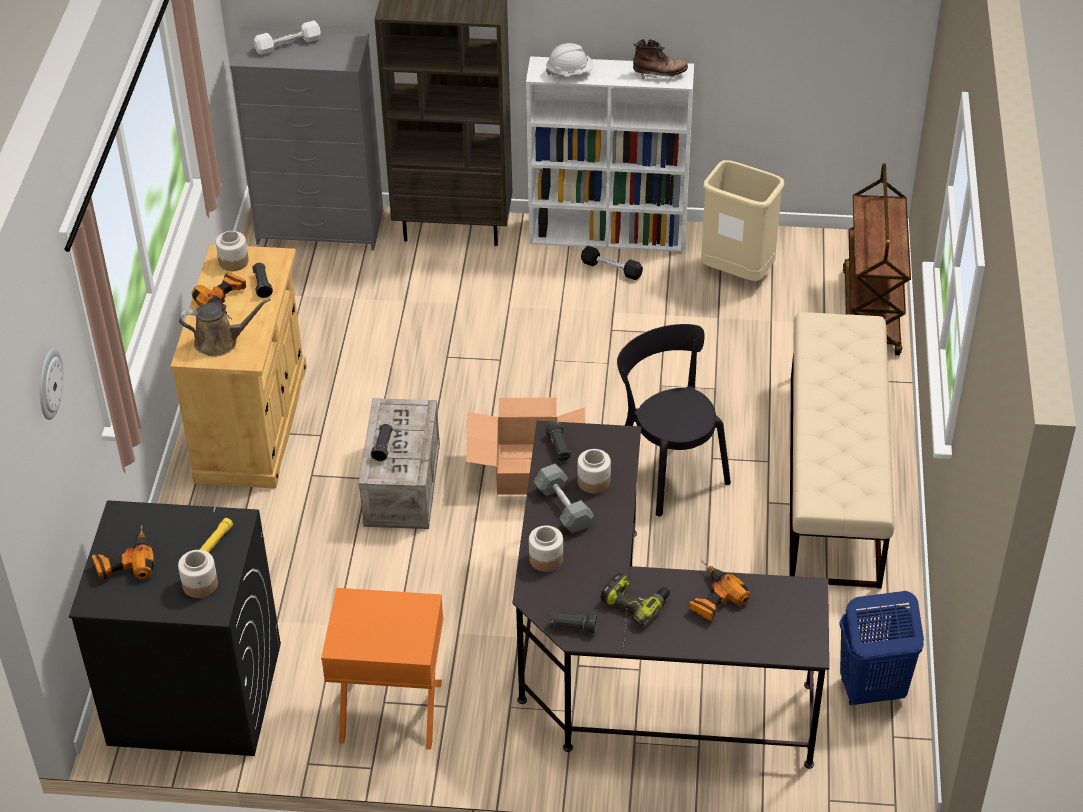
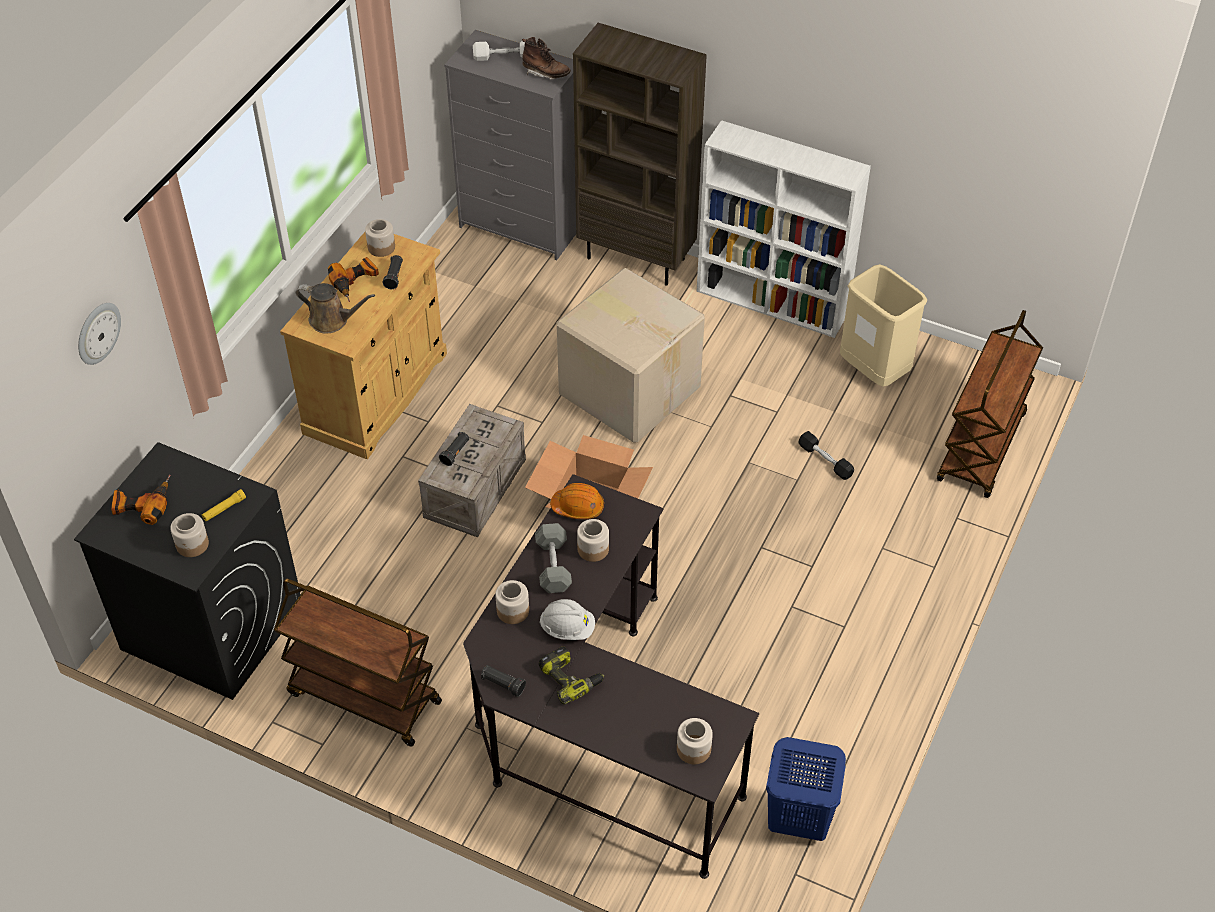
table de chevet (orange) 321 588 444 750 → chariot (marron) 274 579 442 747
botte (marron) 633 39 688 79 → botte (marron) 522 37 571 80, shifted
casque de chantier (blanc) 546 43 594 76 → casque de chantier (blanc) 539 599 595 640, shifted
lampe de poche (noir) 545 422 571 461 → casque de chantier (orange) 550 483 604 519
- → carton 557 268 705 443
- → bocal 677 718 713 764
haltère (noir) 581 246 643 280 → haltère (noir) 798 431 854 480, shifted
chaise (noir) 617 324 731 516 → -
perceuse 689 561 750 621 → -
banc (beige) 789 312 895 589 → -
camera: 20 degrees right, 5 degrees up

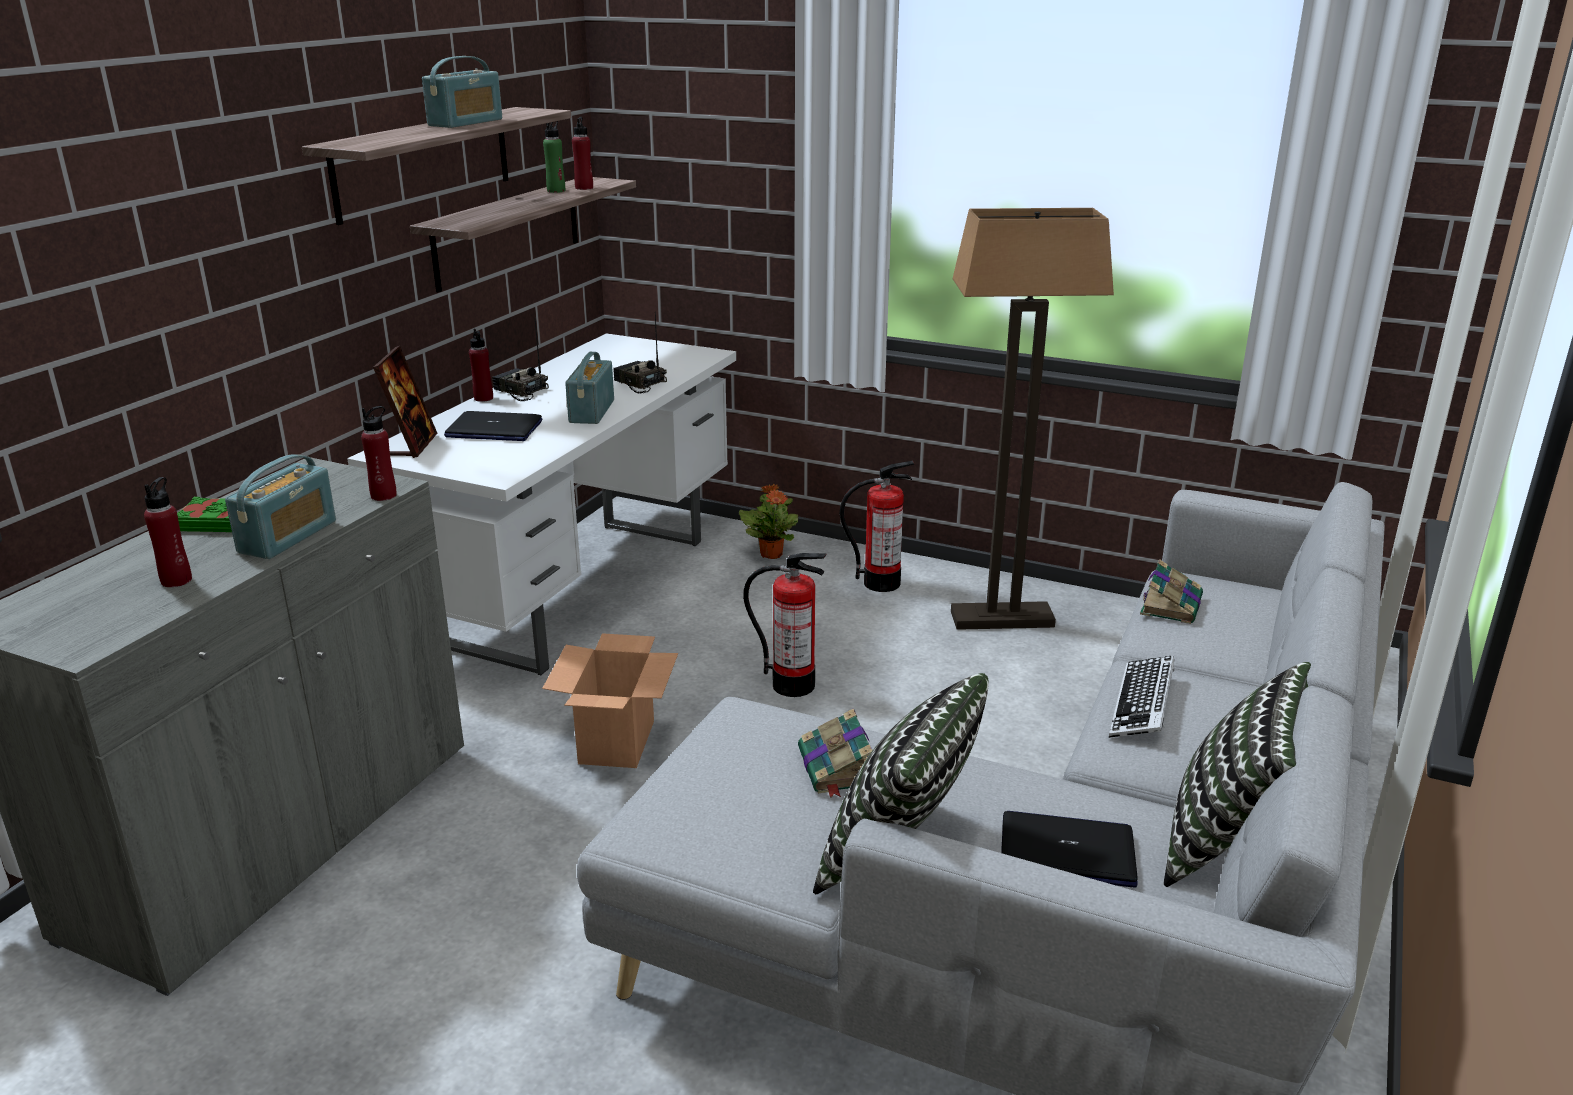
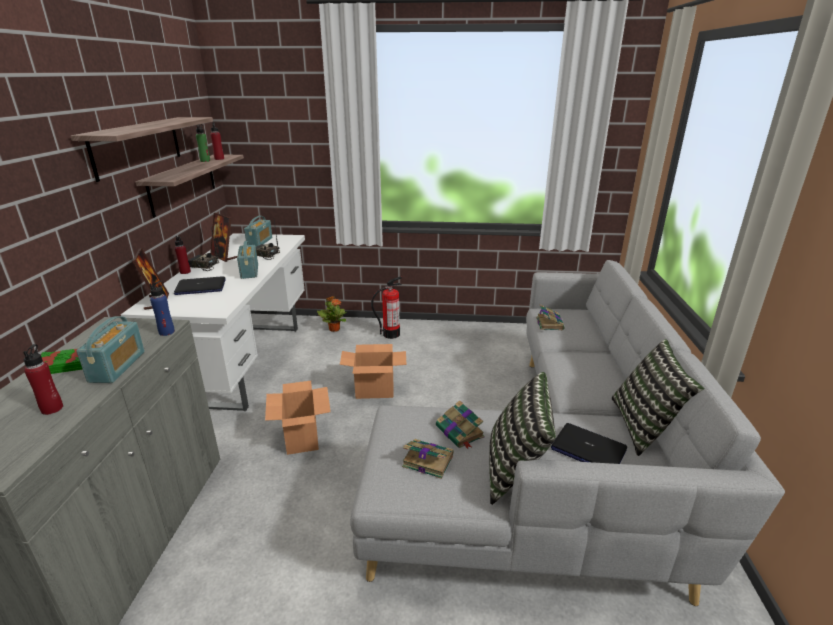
bouteille (rouge) 361 406 397 501 → bouteille (bleu) 149 281 175 336
- → cadre photo 210 213 237 262
radio 422 56 502 128 → radio 244 216 273 246, shifted
extincteur 743 553 827 697 → carton 340 344 407 399
- → livre 402 439 454 479
ordinateur portable 1001 811 1138 887 → ordinateur portable 551 423 627 464, 135 degrees counterclockwise
lampadaire 951 208 1114 630 → -
clavier 1109 656 1175 738 → -
camera: 20 degrees left, 0 degrees up

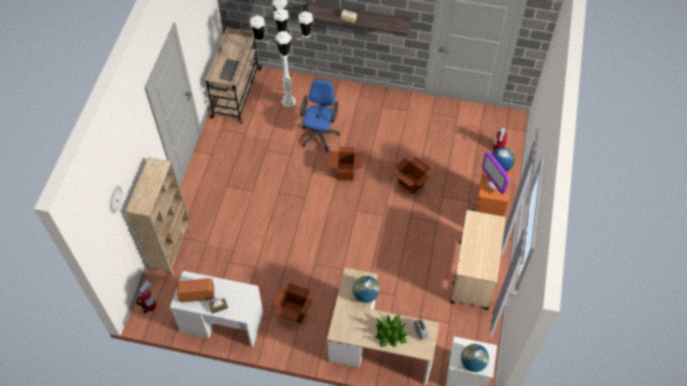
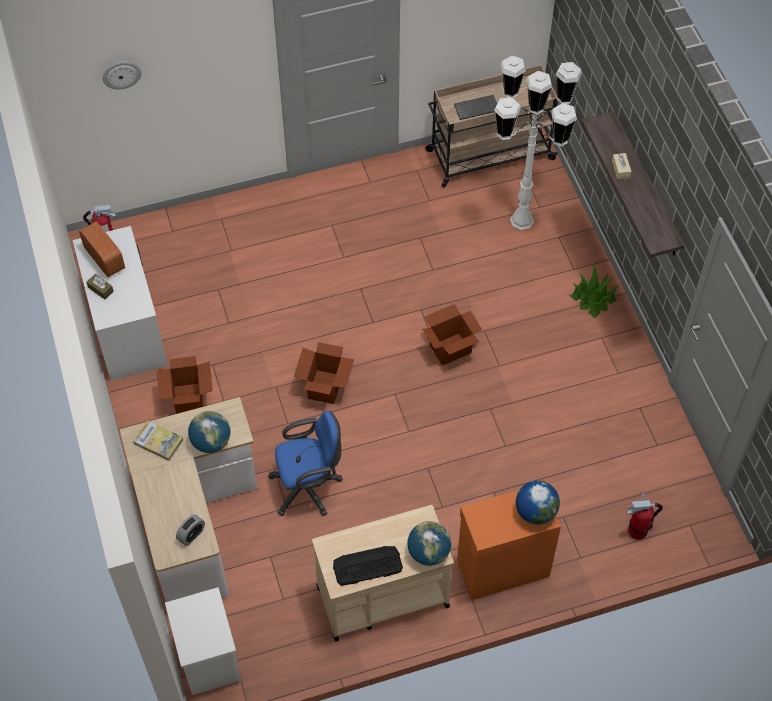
- → livre 133 420 183 461
chaise de bureau (bleu) 300 79 340 152 → chaise de bureau (bleu) 268 411 343 516, shifted
carton 394 156 430 195 → carton 294 342 354 404, shifted
- → clavier 333 546 403 586
globe 461 344 489 372 → globe 407 521 451 566, shifted
plante en pot 375 314 408 347 → plante en pot 570 265 619 318, shifted
bibliothèque (beige) 125 157 192 276 → -
écran d'ordinateur 482 151 510 194 → -
camera: 60 degrees right, 0 degrees up

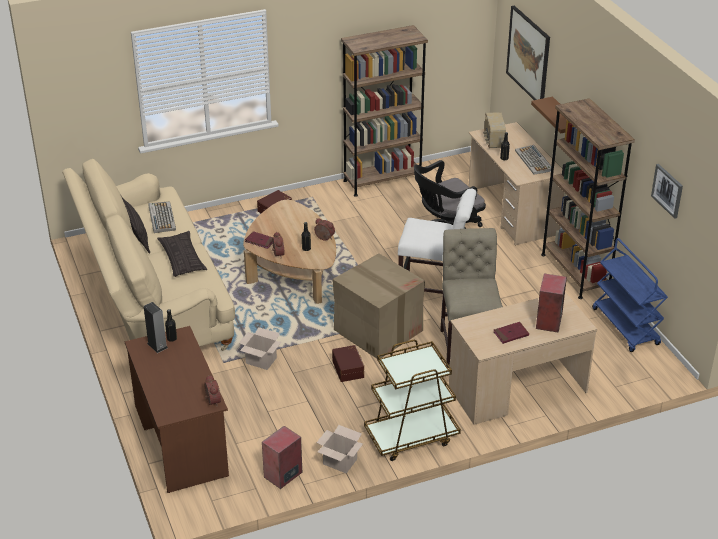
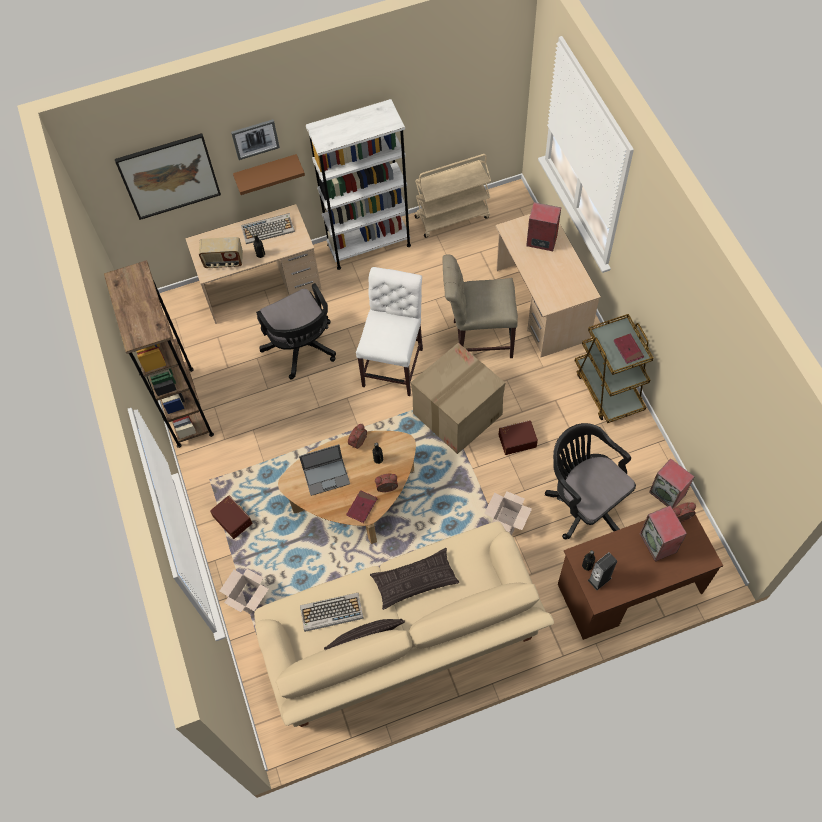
carton 316 425 363 473 → carton 220 569 269 614, shifted
tableau 651 164 683 219 → tableau 231 119 280 160, shifted
- → ordinateur portable 299 444 350 496
bibliothèque (marron) 541 98 635 299 → bibliothèque (blanc) 306 99 411 270
chariot (bleu) 592 238 668 352 → chariot (beige) 415 154 491 238
- → chaise de bureau (noir) 545 423 636 539
livre (rouge) 494 322 529 344 → livre (rouge) 614 333 644 364, shifted
- → enceinte 640 505 687 562
camera: 85 degrees left, 25 degrees up

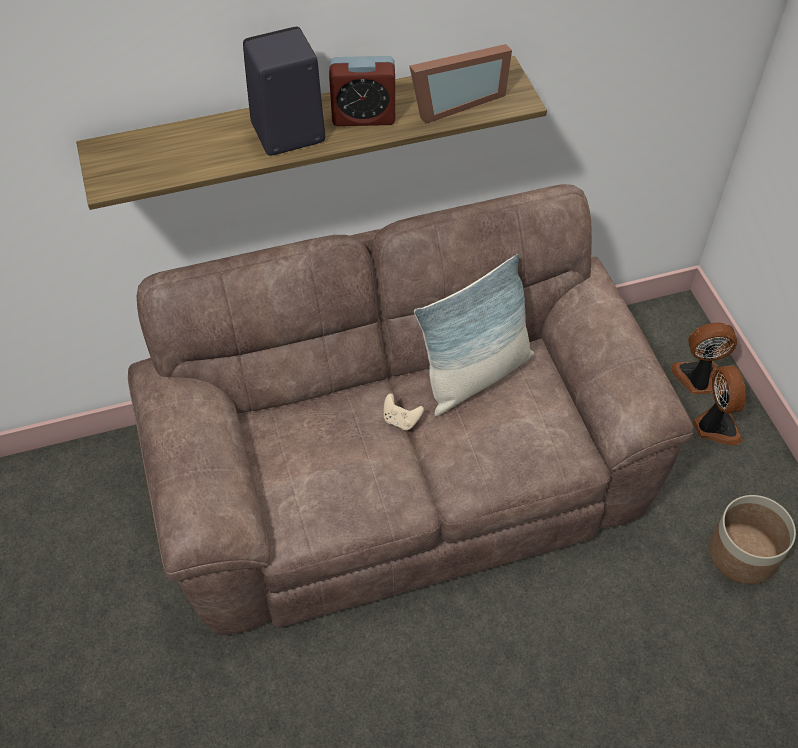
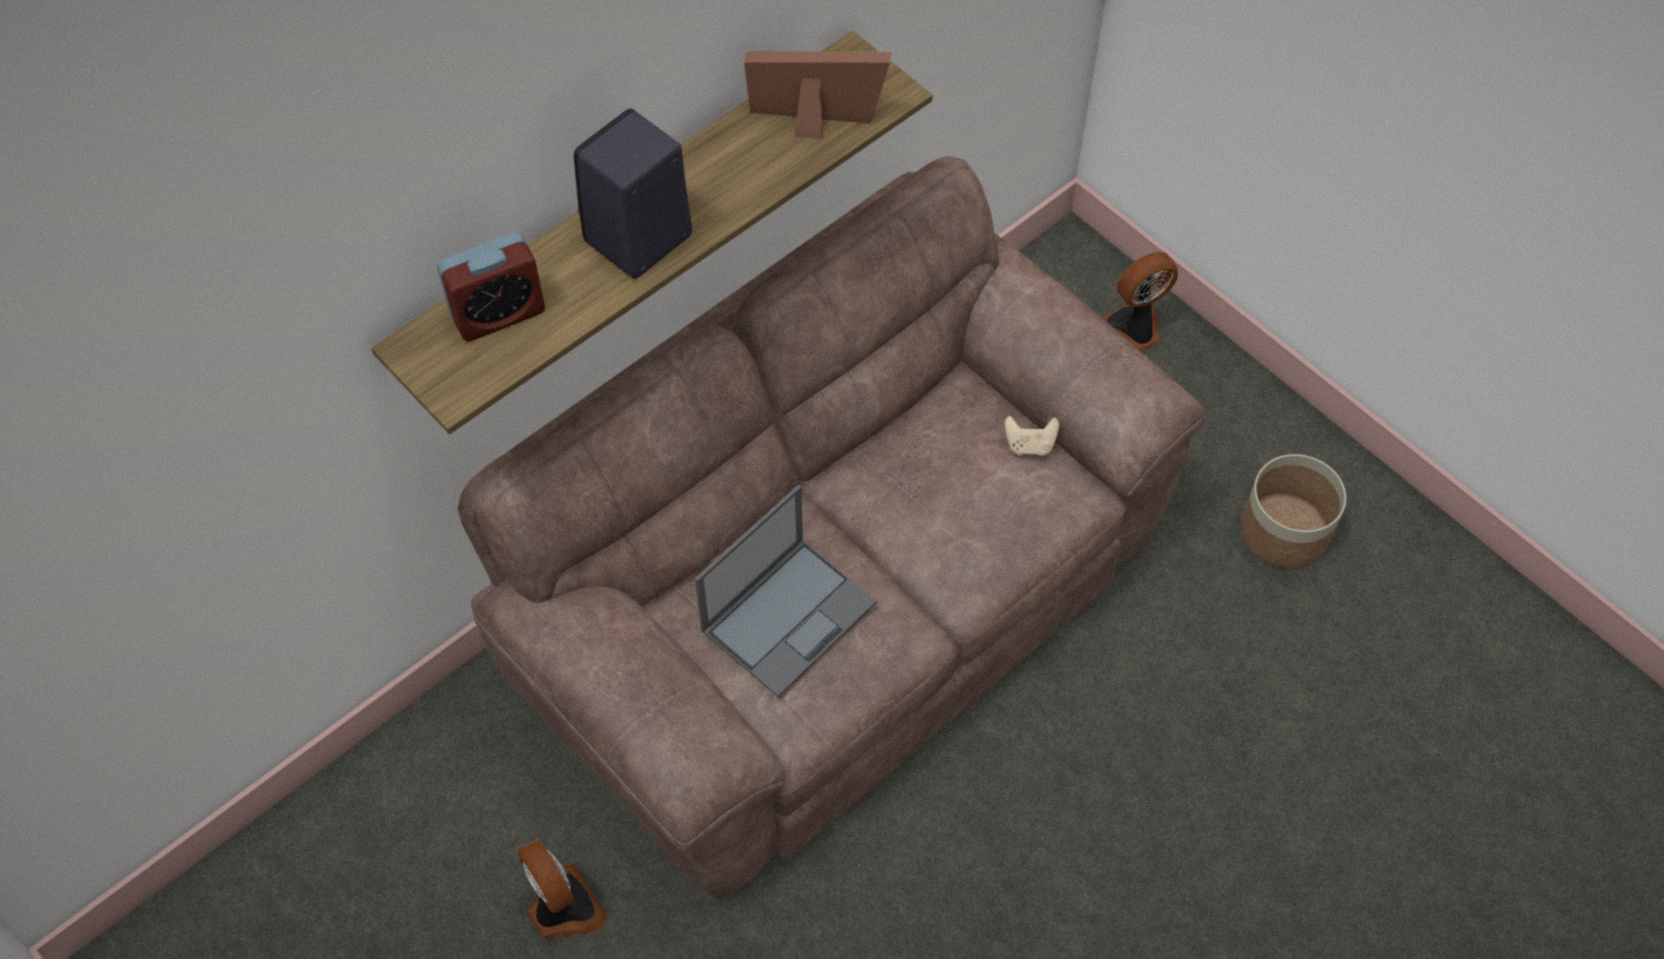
réveil 329 56 395 126 → réveil 437 232 545 342, shifted
ventilateur 693 366 746 446 → ventilateur 517 839 608 938, shifted
- → ordinateur portable 695 484 877 697
cadre photo 409 44 512 124 → cadre photo 744 51 892 139, 120 degrees counterclockwise
manette (beige) 384 393 424 430 → manette (beige) 1004 416 1059 456, shifted
coussin 414 254 534 416 → -
camera: 25 degrees left, 5 degrees up

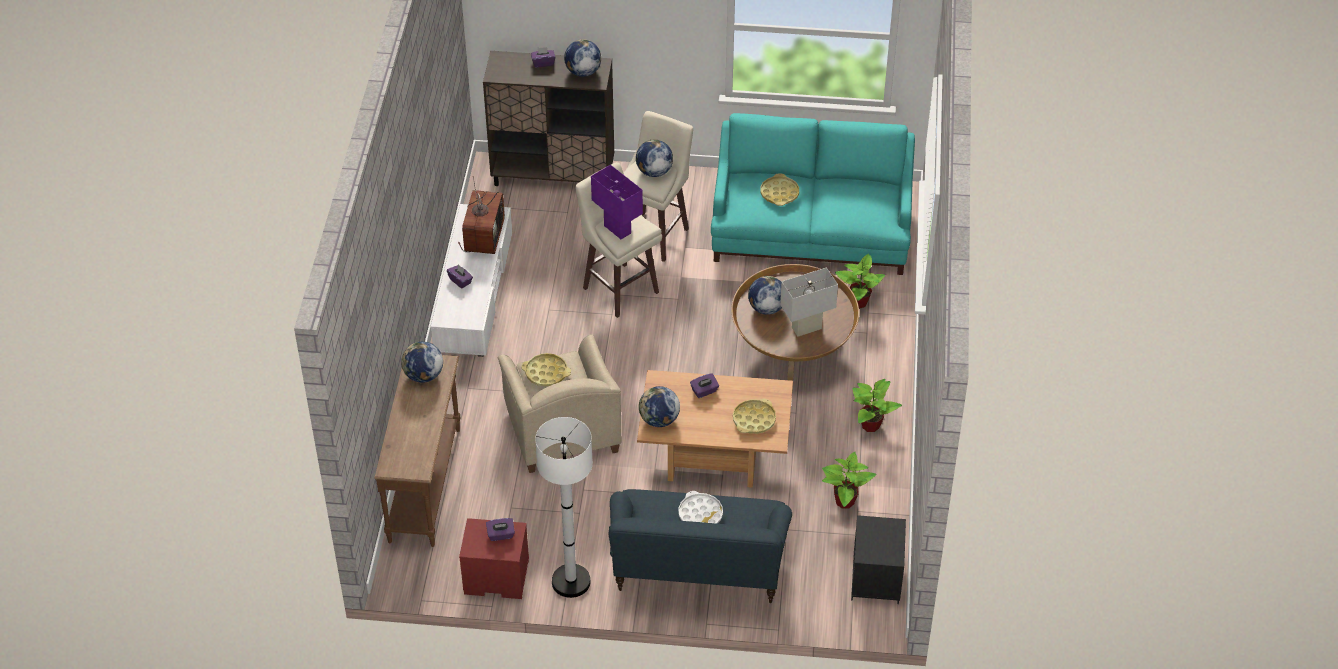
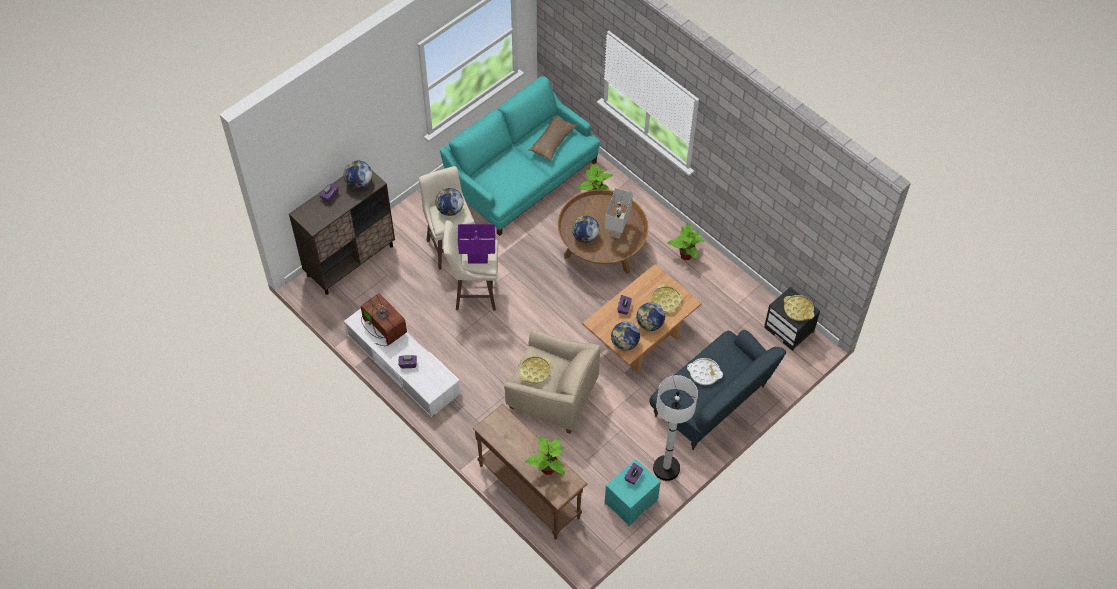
plante en pot 822 452 877 508 → plante en pot 525 437 565 475, shifted
- → coussin (marron) 528 115 577 161
table de chevet (rouge) 459 518 529 599 → table de chevet (turquoise) 605 459 661 527
globe 401 342 443 383 → globe 636 302 665 331, shifted
plateau (jaune) 760 173 799 206 → plateau (jaune) 784 295 814 321, shifted
camera: 50 degrees left, 10 degrees up

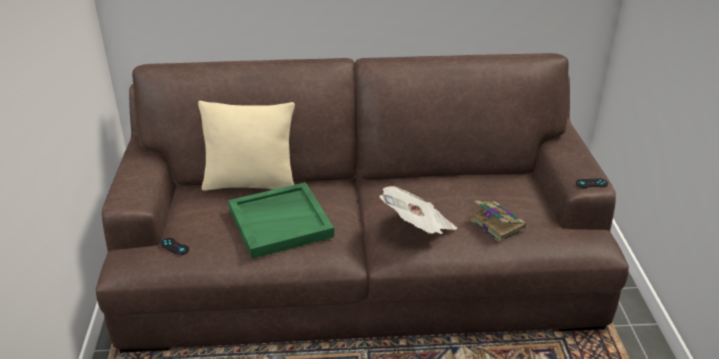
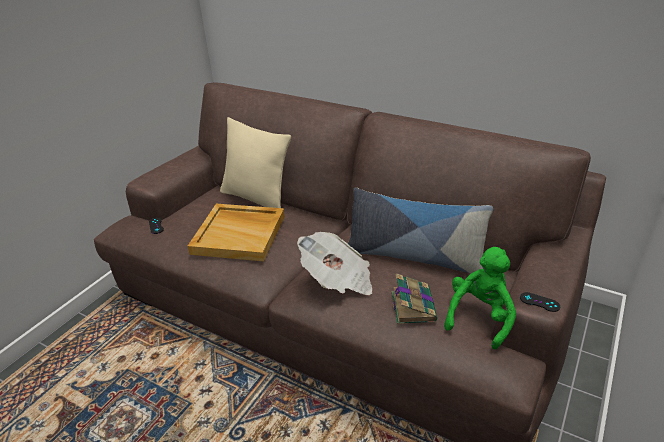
plateau (vert) 228 182 334 259 → plateau (beige) 188 204 285 261
- → coussin 348 187 493 274
- → peluche (vert) 444 247 516 349
camera: 35 degrees right, 0 degrees up

